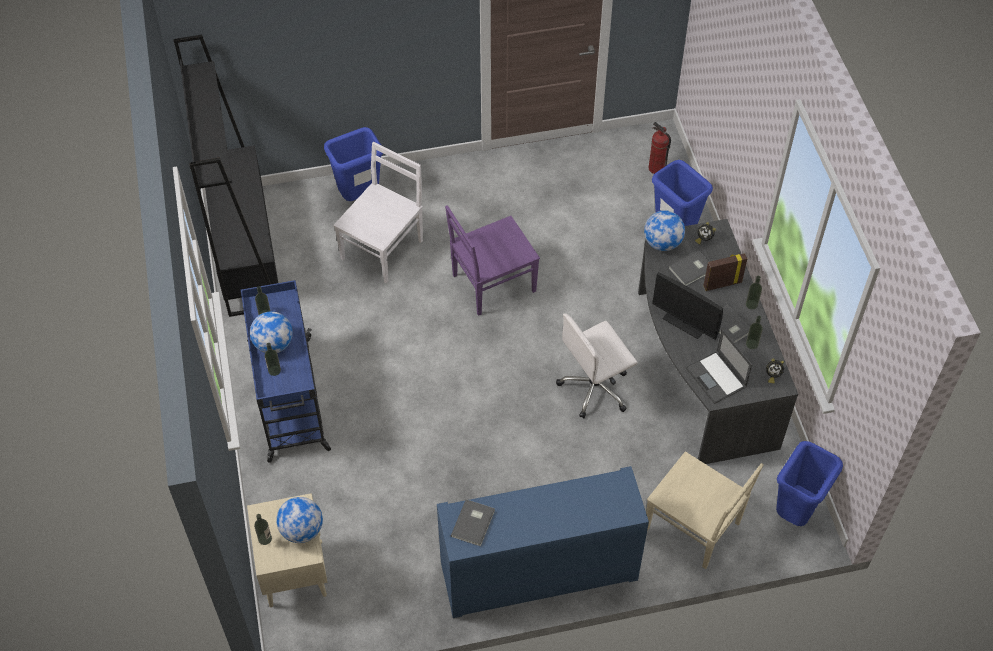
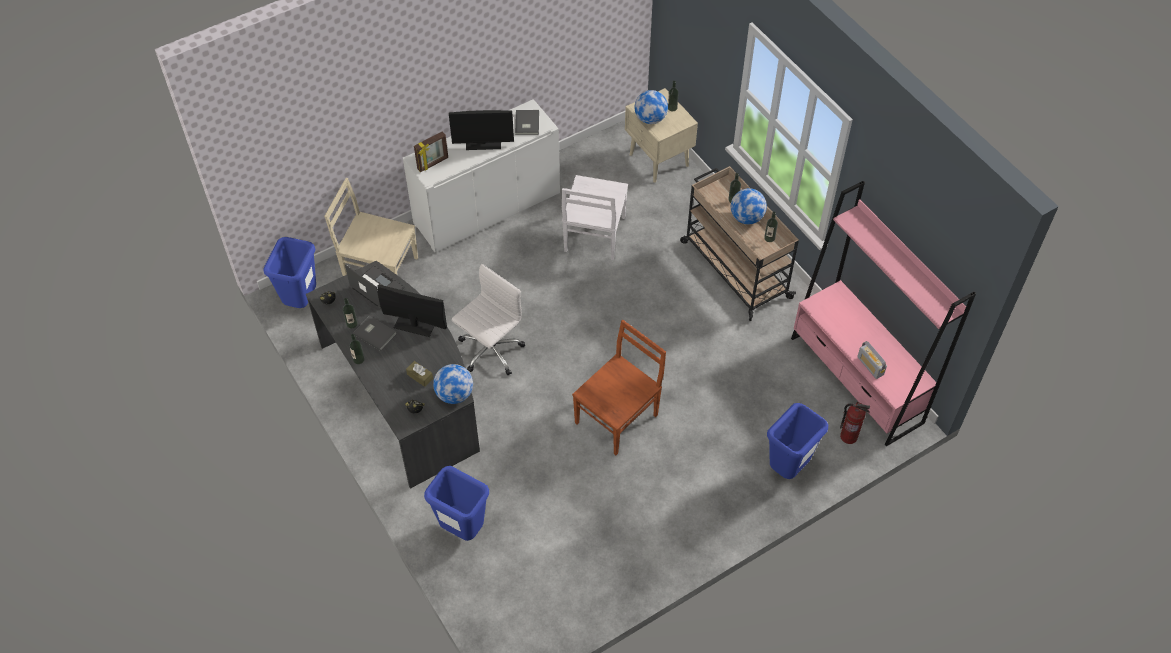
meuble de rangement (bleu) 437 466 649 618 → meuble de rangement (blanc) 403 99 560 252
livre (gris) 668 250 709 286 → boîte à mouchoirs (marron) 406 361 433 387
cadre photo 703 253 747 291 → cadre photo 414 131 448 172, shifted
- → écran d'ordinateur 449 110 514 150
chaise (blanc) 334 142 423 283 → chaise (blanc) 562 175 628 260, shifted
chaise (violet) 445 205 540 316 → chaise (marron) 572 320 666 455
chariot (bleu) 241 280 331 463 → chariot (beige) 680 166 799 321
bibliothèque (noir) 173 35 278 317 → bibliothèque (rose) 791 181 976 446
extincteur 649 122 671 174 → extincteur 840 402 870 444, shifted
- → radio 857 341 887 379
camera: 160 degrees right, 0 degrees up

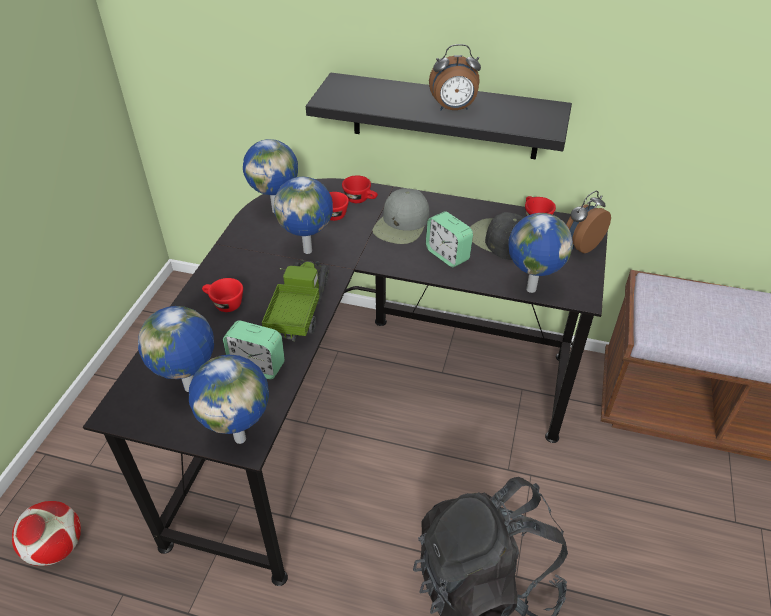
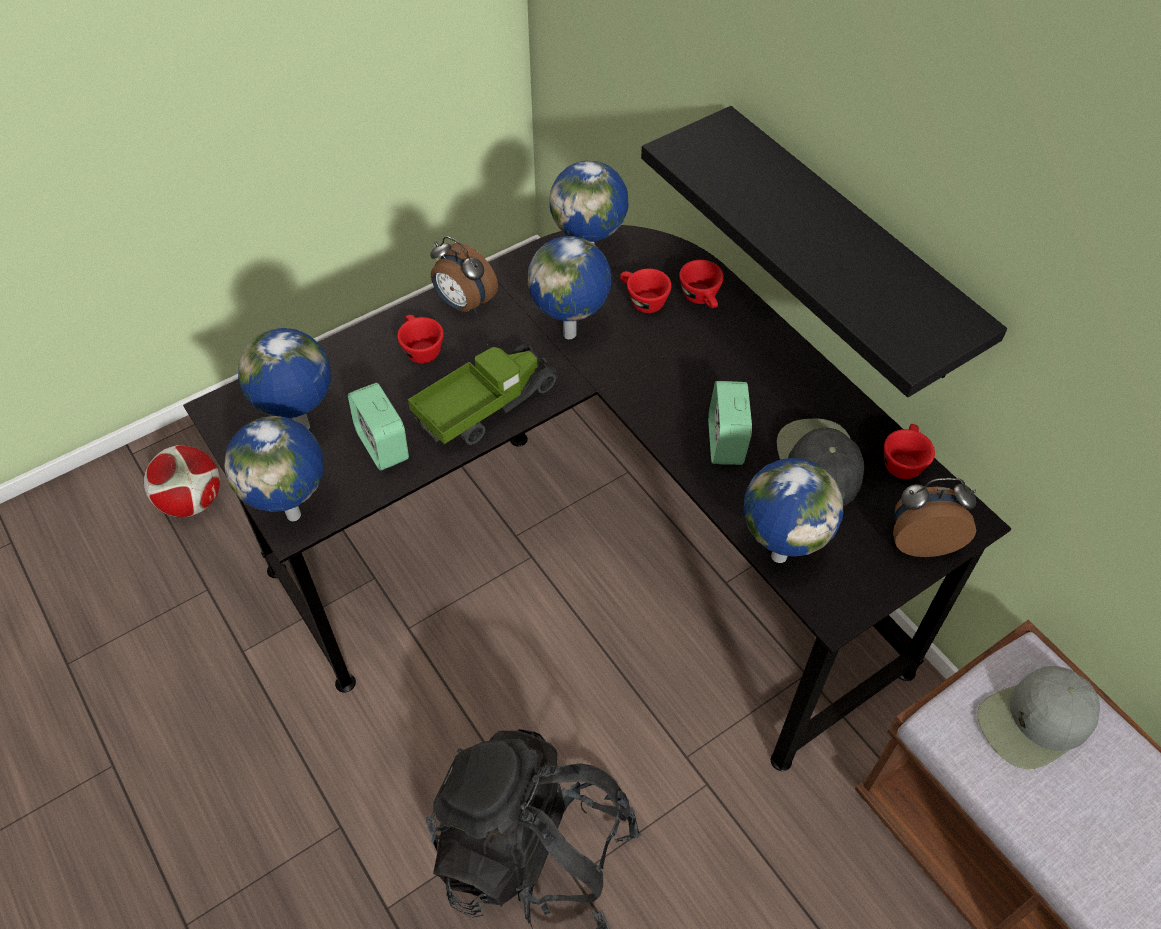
réveil 429 44 481 111 → réveil 430 237 498 313, shifted
casquette (gris) 372 188 429 244 → casquette (gris) 977 666 1100 769, shifted
camera: 40 degrees right, 10 degrees up

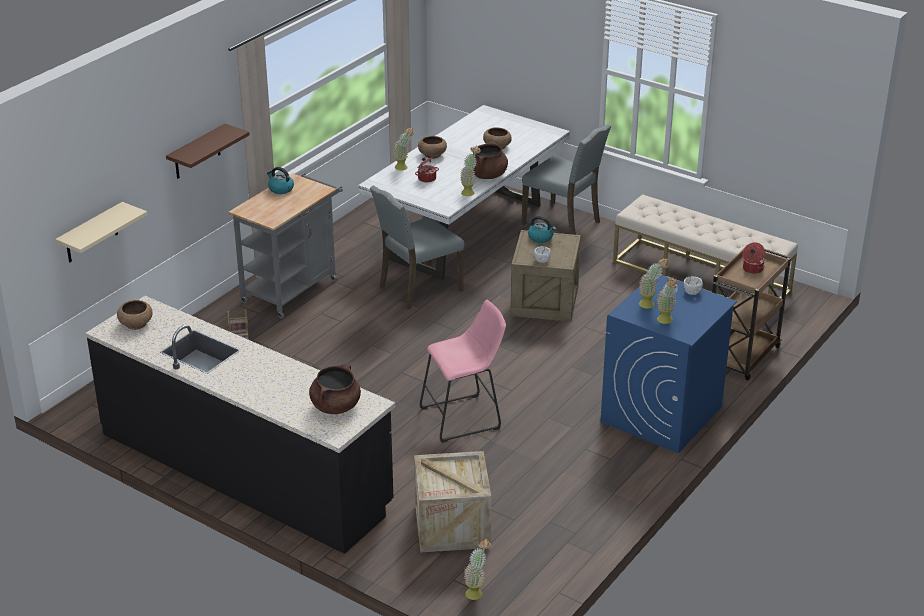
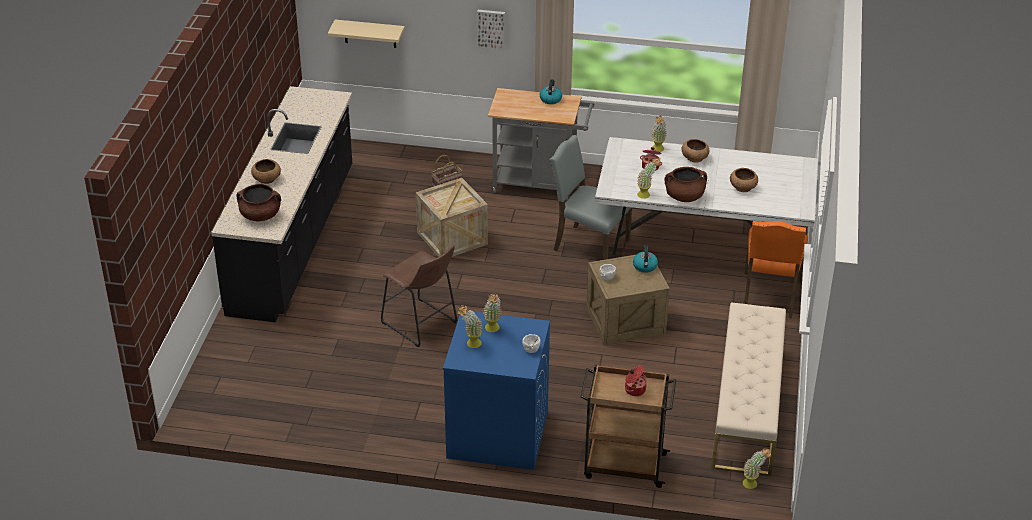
bol (marron) 117 300 153 330 → bol (marron) 251 159 281 184, shifted
tabouret (rose) 420 300 506 443 → tabouret (marron) 381 245 457 348
caisse 414 451 491 552 → caisse 416 178 488 257, shifted
étagère (marron) 166 124 250 179 → tableau 477 10 505 50
plante en pot 464 538 491 600 → plante en pot 743 448 771 489, shifted
chaise (gris) 522 124 611 235 → chaise (orange) 744 221 808 318
camera: 65 degrees right, 5 degrees up

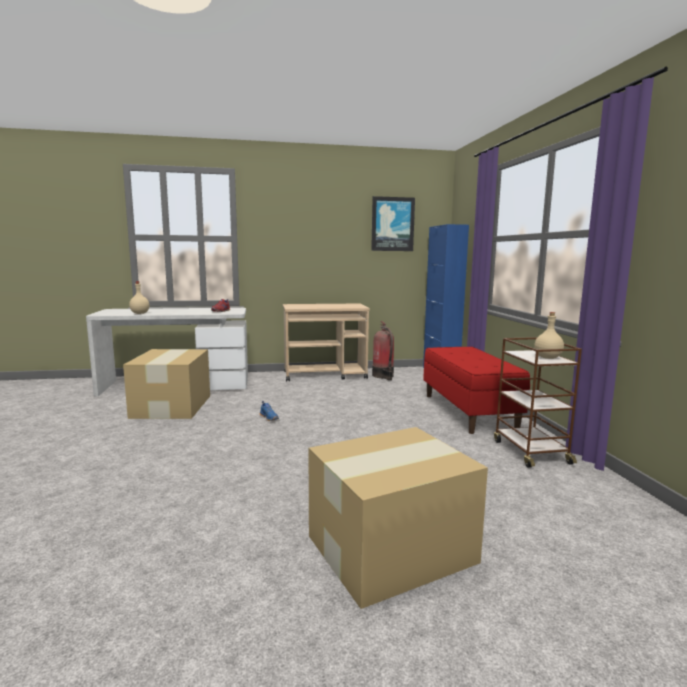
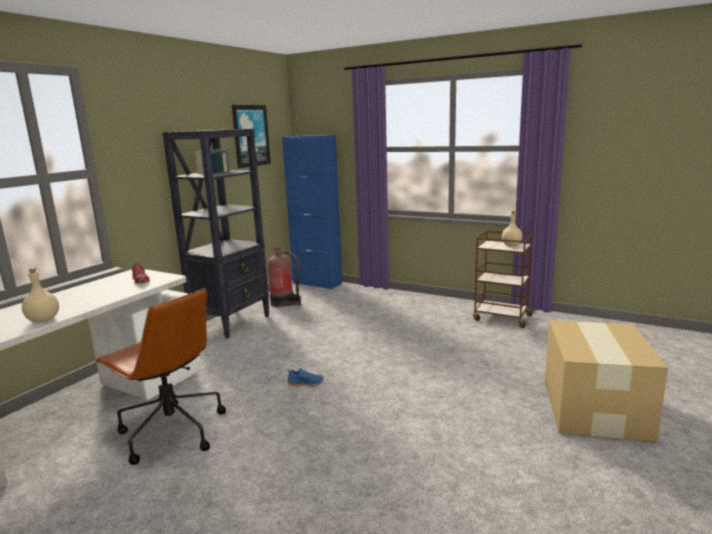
carton 123 349 210 419 → chaise de bureau (marron) 94 288 226 465
chariot (beige) 283 304 370 382 → bibliothèque (noir) 162 129 270 339
banc (rouge) 423 347 530 434 → -
camera: 50 degrees left, 5 degrees up

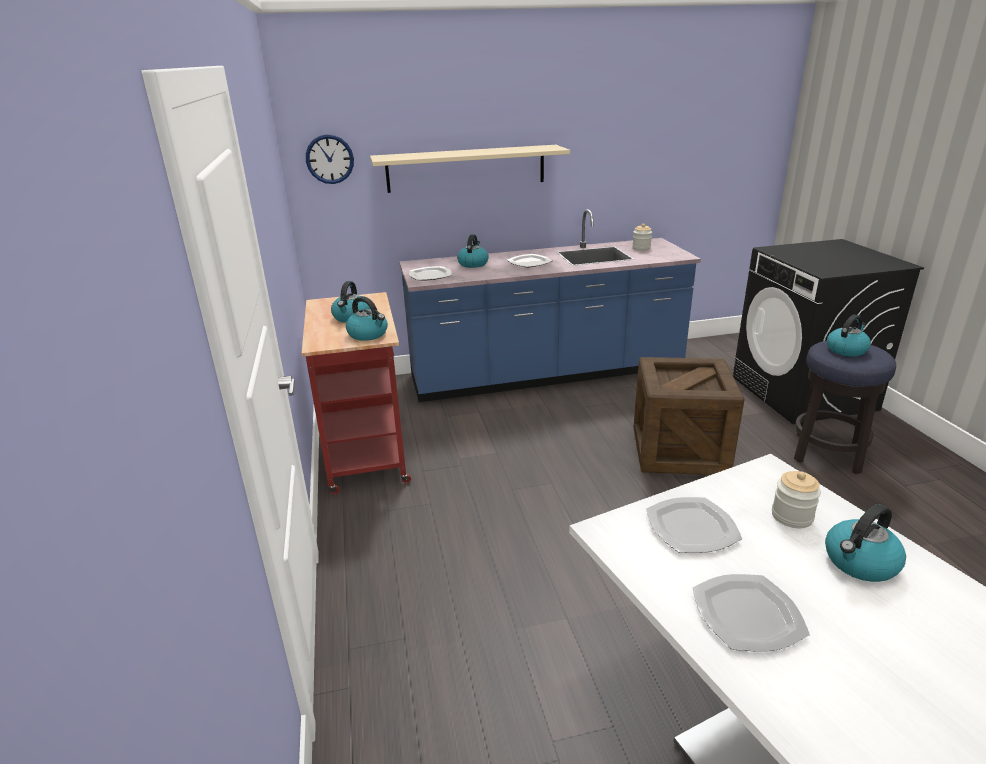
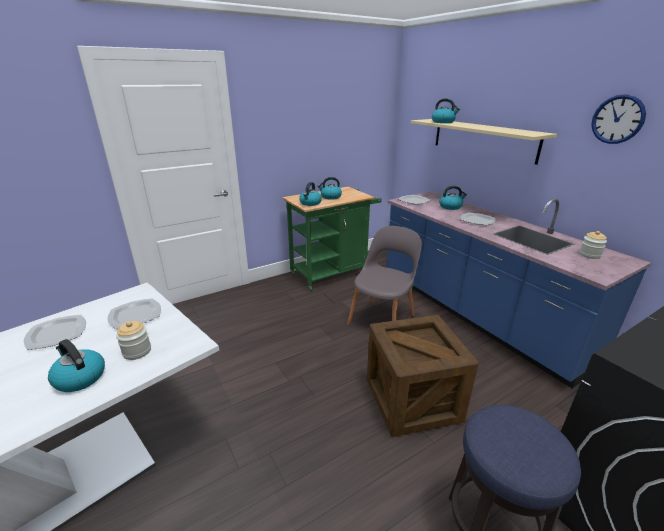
chariot (rouge) 302 292 411 495 → chariot (vert) 283 187 381 292
- → chaise (gris) 347 226 422 326
bouilloire 827 315 871 357 → bouilloire 432 98 460 123, shifted
horloge murale 306 134 354 184 → horloge murale 591 94 646 144, shifted
camera: 70 degrees right, 0 degrees up

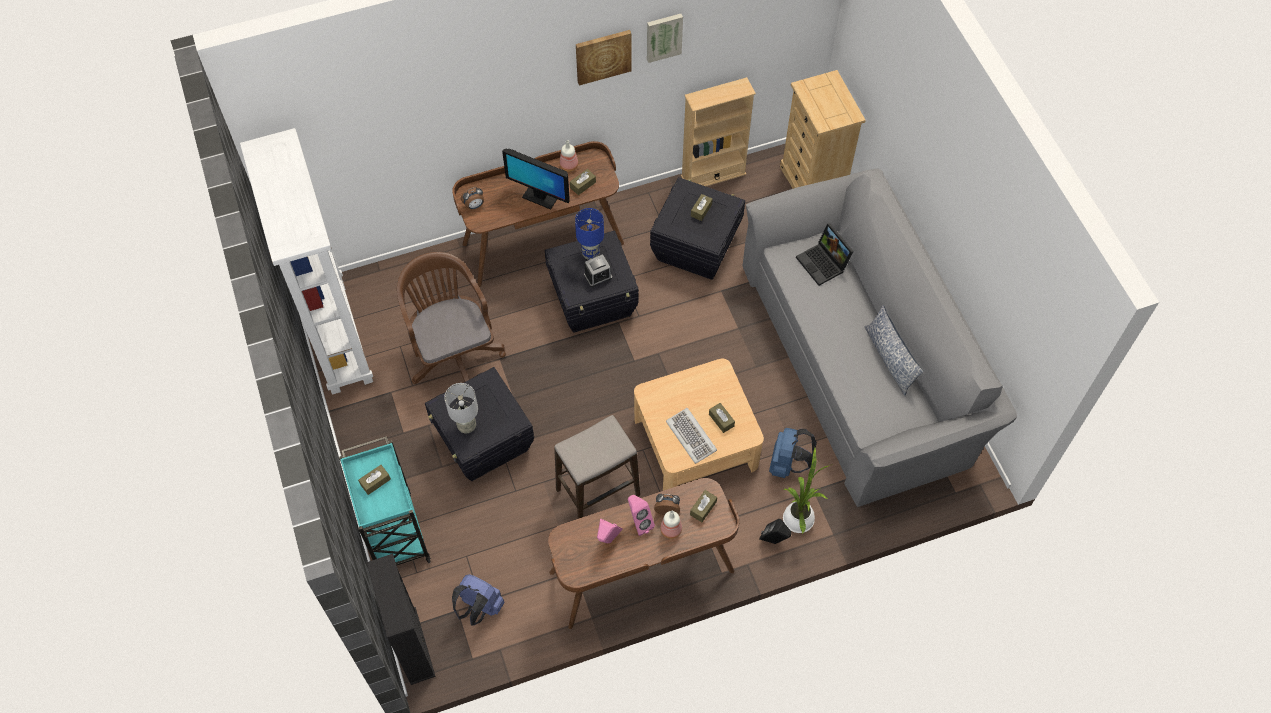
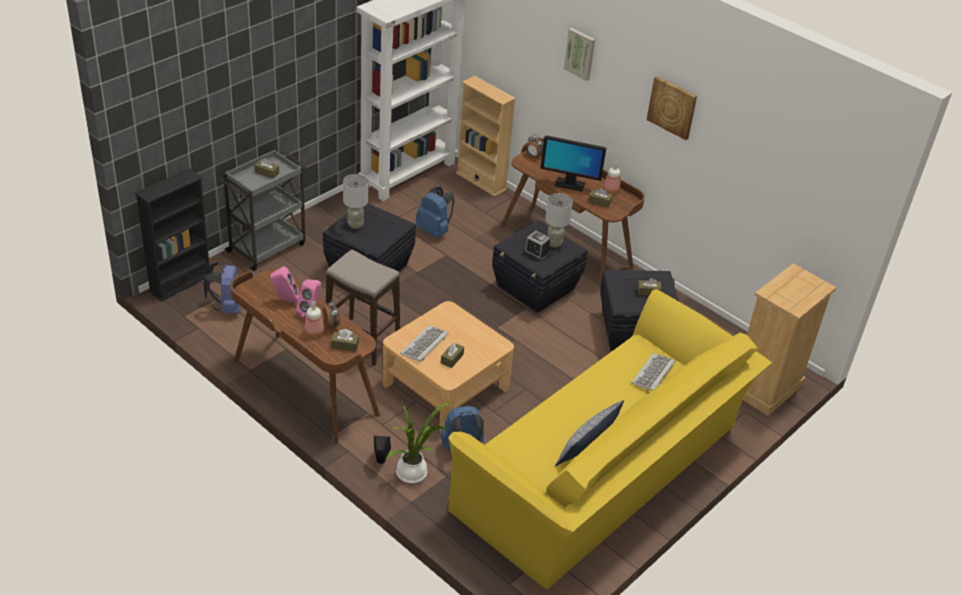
chariot (turquoise) 339 436 431 566 → chariot (gris) 220 149 306 271
chaise de bureau (marron) 397 252 506 384 → sac à dos (bleu) 416 187 455 238
canapé (gris) 743 168 1017 507 → canapé (jaune) 448 289 772 589
bibliothèque (beige) 681 77 756 186 → bibliothèque (beige) 456 76 516 197, shifted
écran d'ordinateur 502 149 570 209 → écran d'ordinateur 541 136 606 192, 75 degrees counterclockwise
lampe de table (bleu) 575 208 604 260 → lampe de table (gris) 545 193 573 247
tableau 647 14 683 63 → tableau 564 28 595 81, shifted
ordinateur portable 796 223 854 286 → clavier 631 353 675 391
camera: 60 degrees right, 20 degrees down

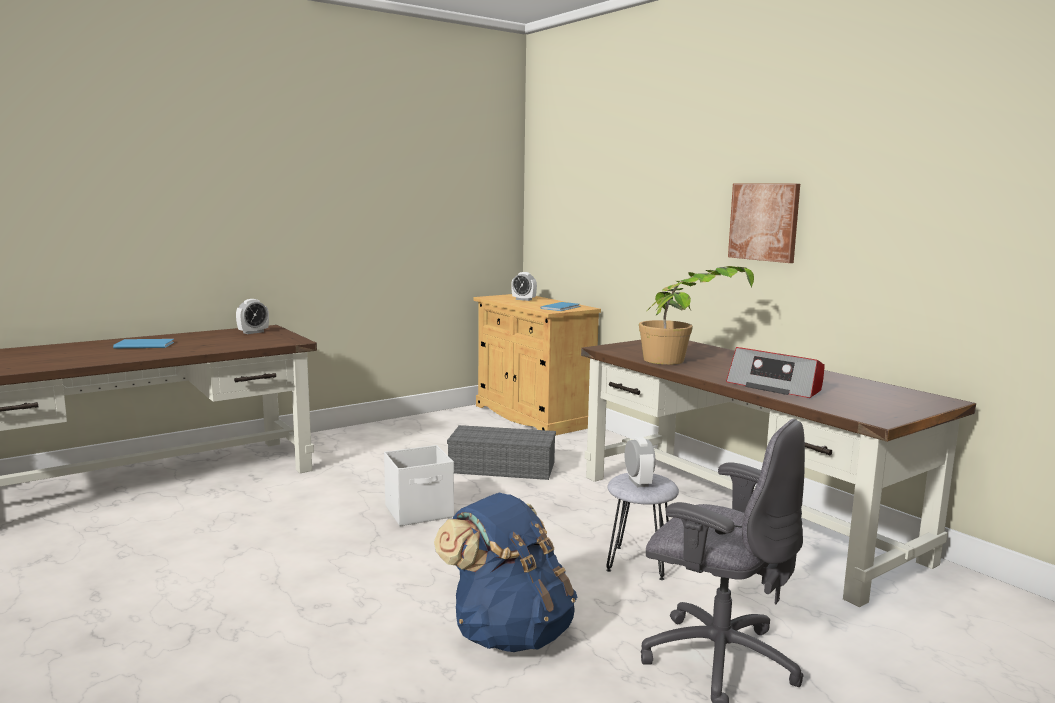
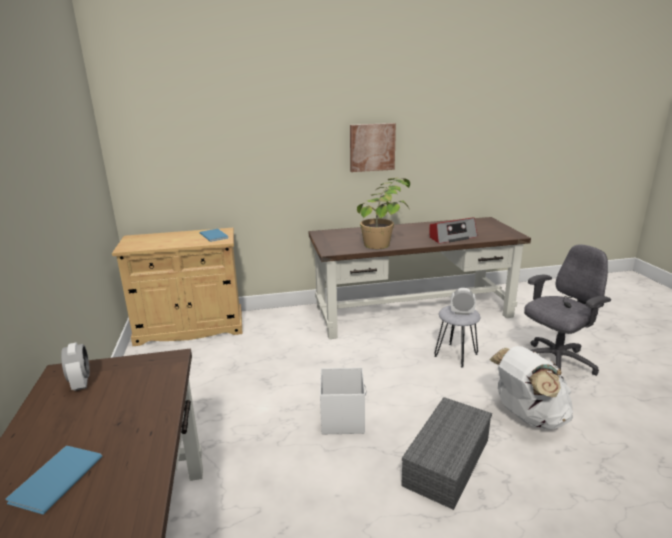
boîte de rangement (gris) 447 425 556 480 → boîte de rangement (gris) 401 397 492 510, shifted
sac à dos (bleu) 434 493 577 652 → sac à dos (blanc) 489 346 573 429
réveil 511 272 537 301 → -
camera: 65 degrees left, 10 degrees up

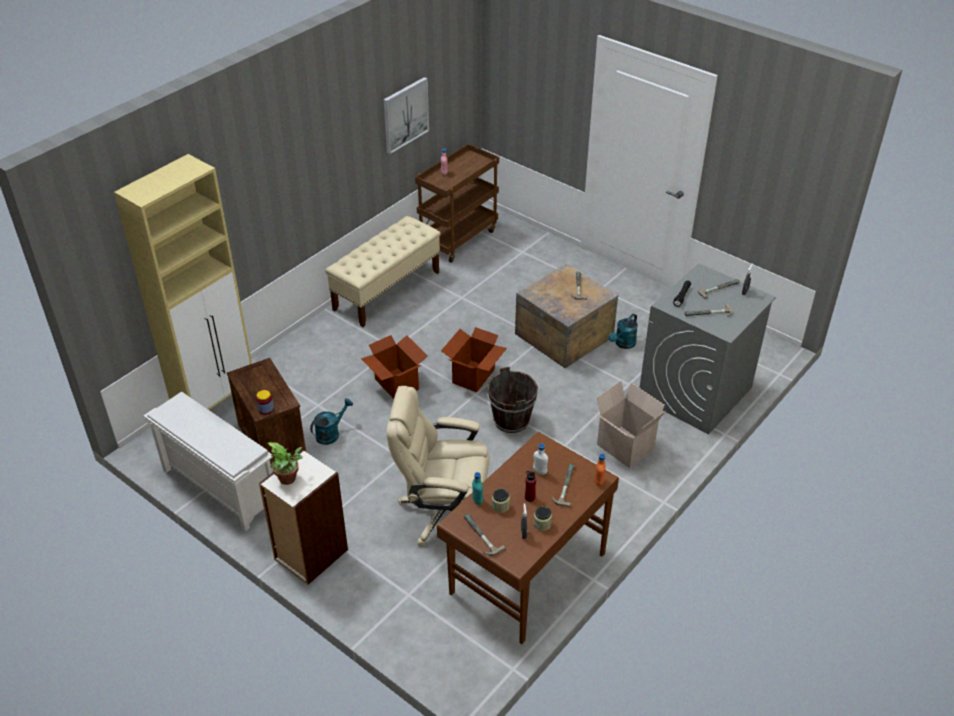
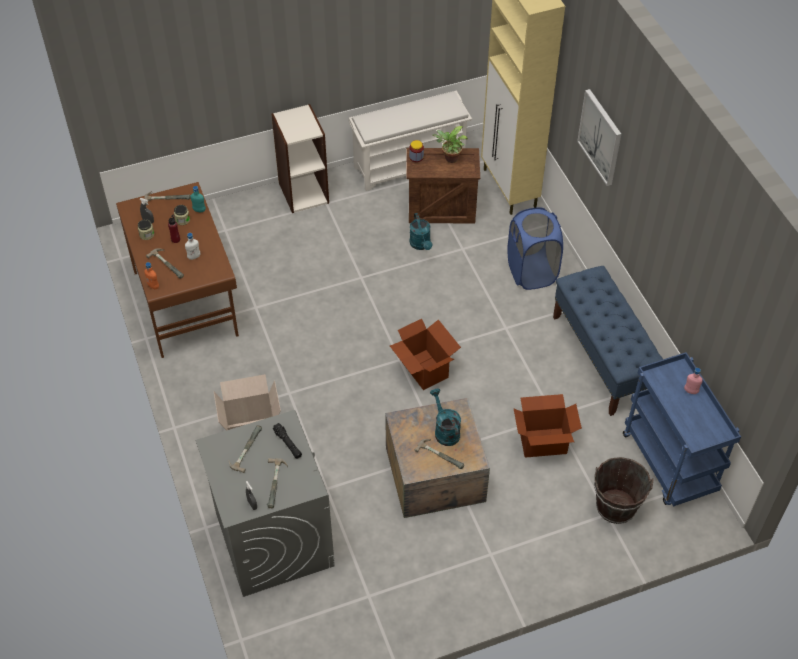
arrosoir (turquoise) 609 314 638 349 → arrosoir (turquoise) 430 388 461 446, shifted
plante en pot 268 442 303 485 → plante en pot 432 126 468 163, shifted
- → panier à linge (bleu) 507 207 563 290
carton 361 335 428 399 → carton 514 394 582 458, shifted
banc (beige) 325 216 441 327 → banc (bleu) 553 266 663 416
tableau 384 77 429 154 → tableau 577 89 621 186, shifted
seau (marron) 488 367 538 433 → seau (marron) 594 457 654 524, shifted
chariot (marron) 415 144 499 263 → chariot (bleu) 623 352 741 506
chaise de bureau (beige) 387 386 489 546 → -
camera: 120 degrees right, 10 degrees up

